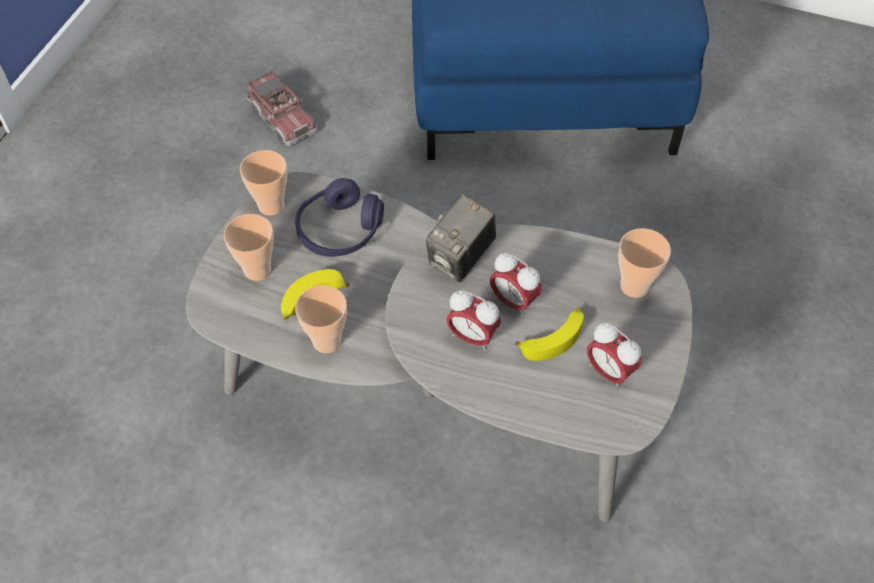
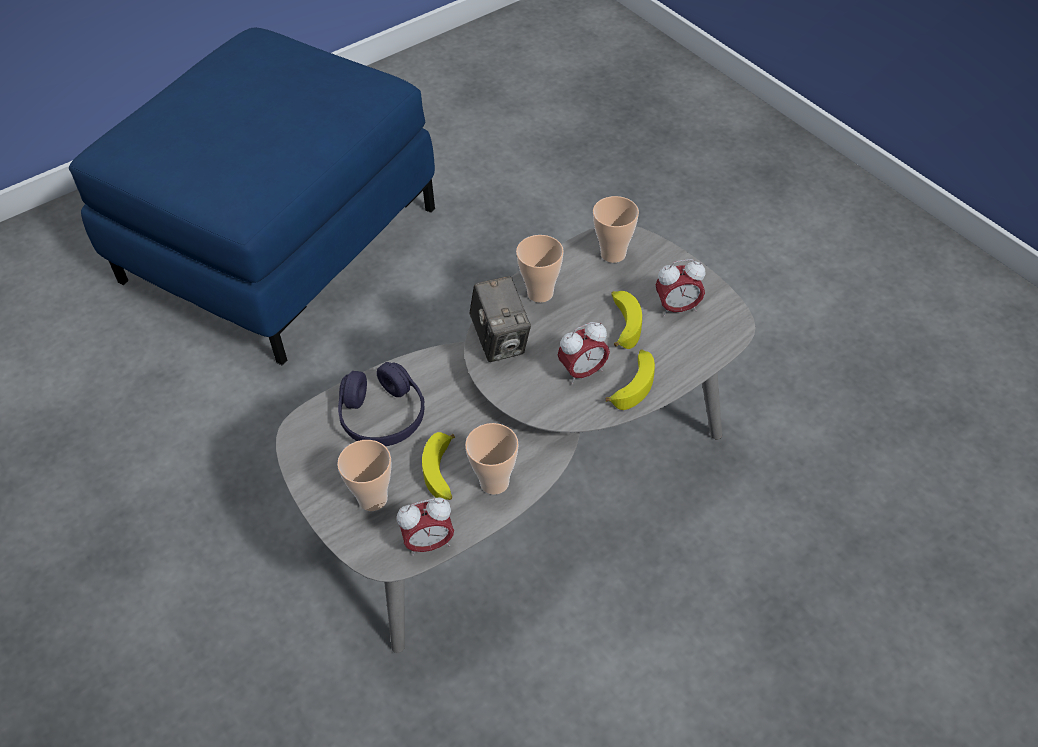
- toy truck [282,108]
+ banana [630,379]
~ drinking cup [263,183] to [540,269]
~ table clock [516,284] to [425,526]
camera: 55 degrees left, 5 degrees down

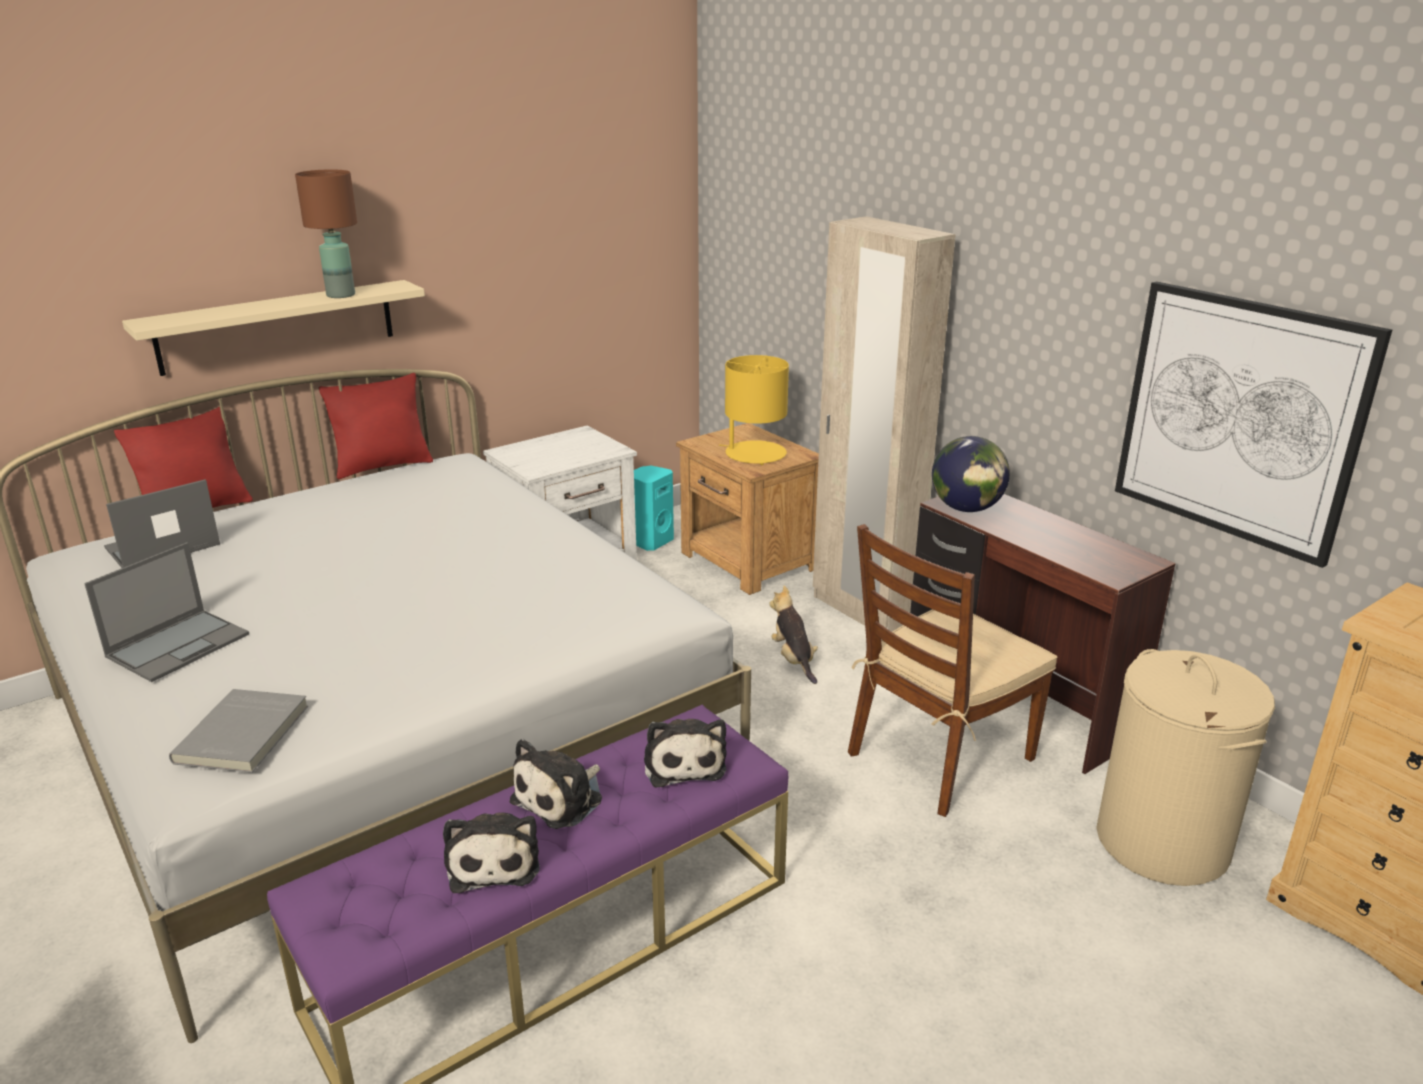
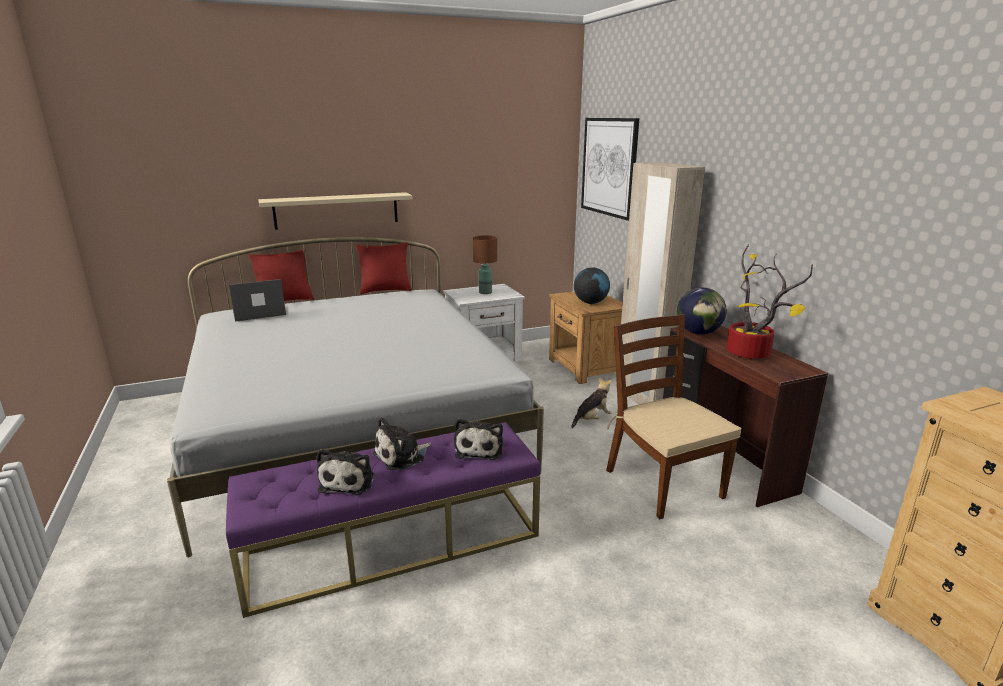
- laptop [166,612]
- greyish book [238,731]
- turquoise-coloured audio speaker [654,508]
- sand-coloured hamper [1185,767]
+ houseplant [770,302]
~ brownish table lamp [326,233] to [485,264]
~ wall picture [1253,424] to [610,169]
~ yellow-coloured table lamp [754,410] to desk globe [592,285]
~ soft toy [793,635] = [591,402] 60 degrees clockwise
~ brownish plain chair [952,670] = [674,416] 90 degrees clockwise
camera: 15 degrees right, 5 degrees down

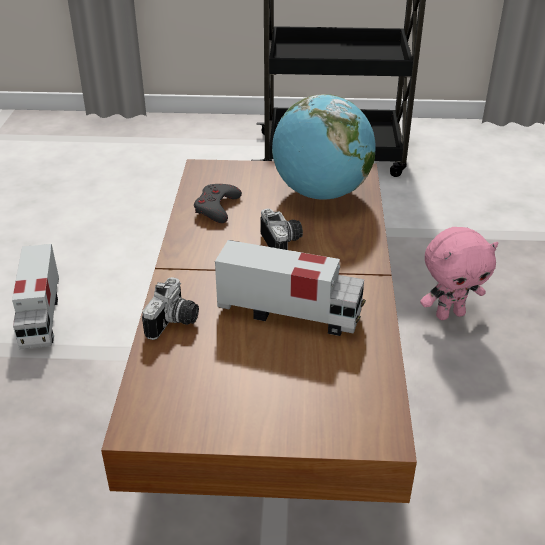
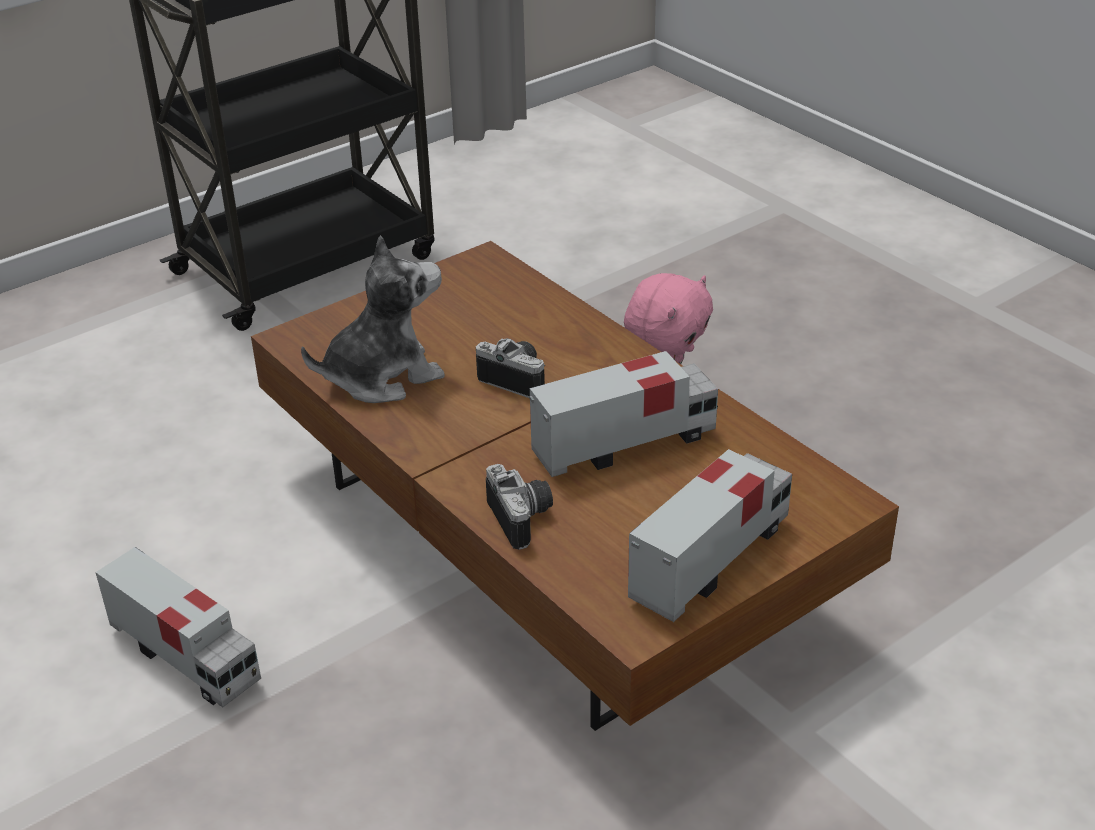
- desk globe [324,147]
+ toy truck [710,535]
~ greyish game controller [218,203] to soft toy [373,319]
camera: 40 degrees left, 0 degrees up

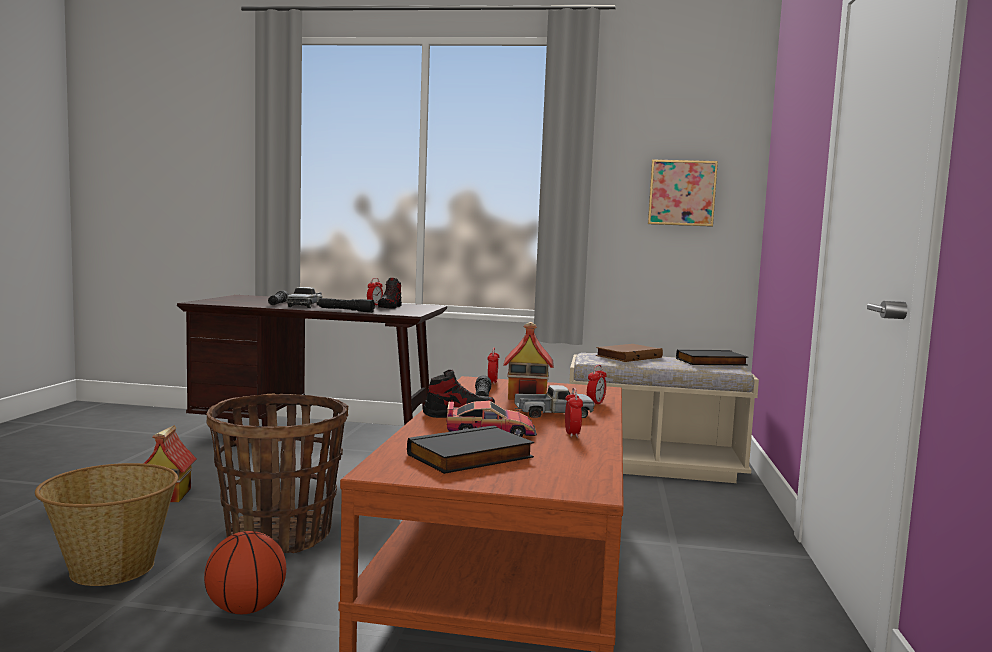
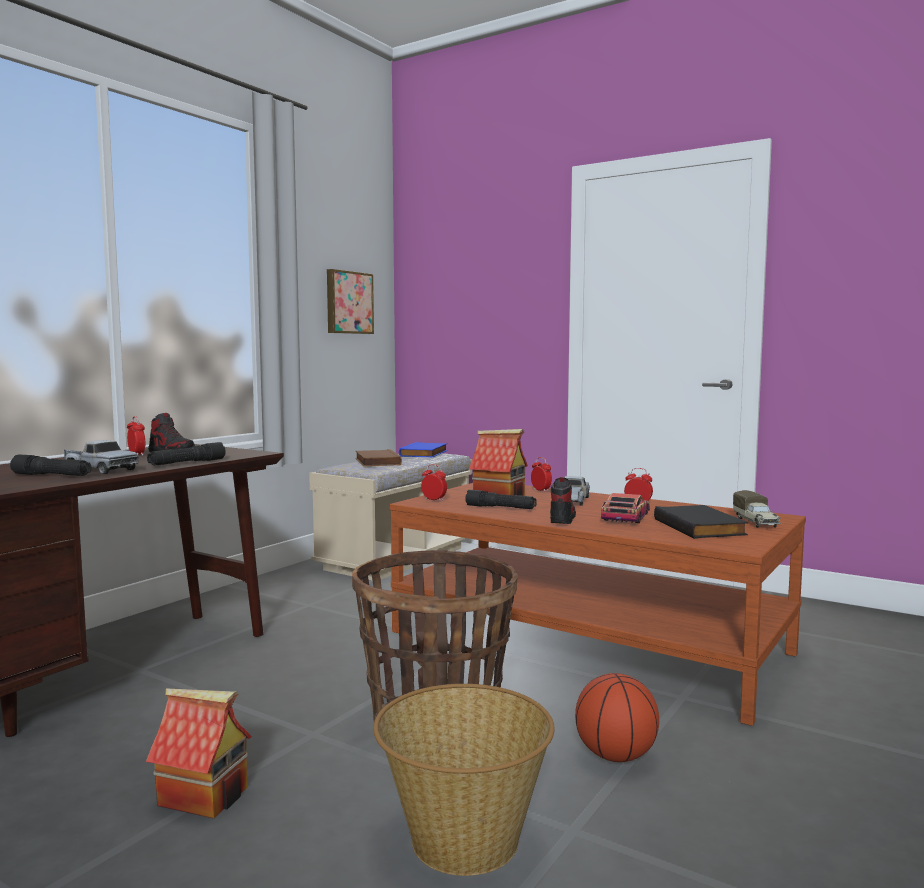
+ toy truck [757,509]
~ blackish book [712,357] to blue-coloured book [423,449]
camera: 65 degrees left, 0 degrees up

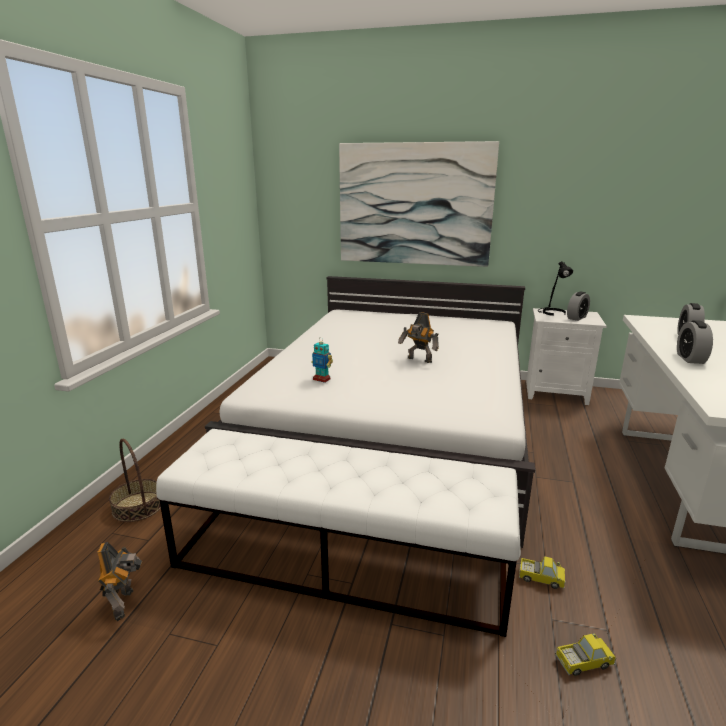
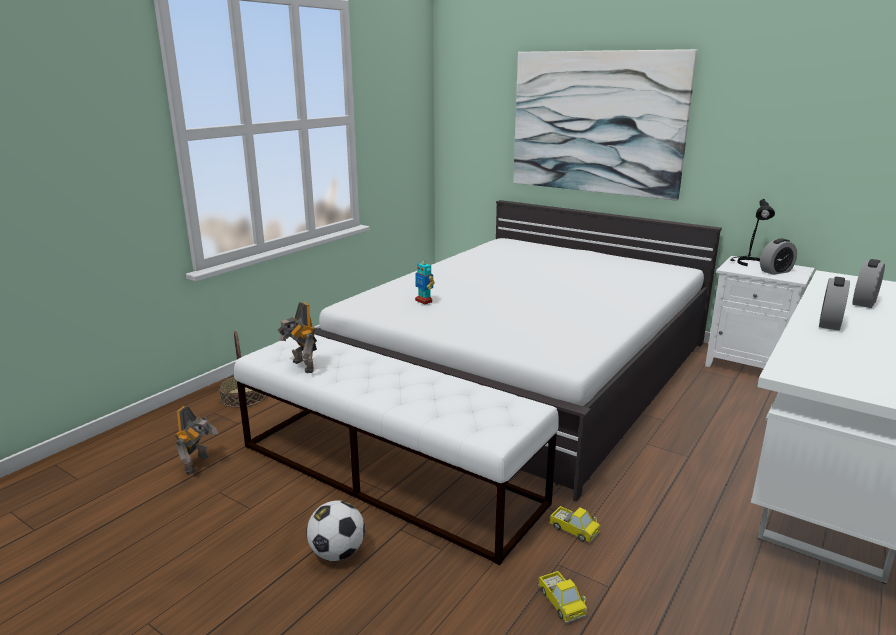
+ ball for football [335,531]
~ robot figure [418,337] to [297,337]
~ toy truck [585,655] = [562,597] 60 degrees clockwise
camera: 20 degrees right, 0 degrees up

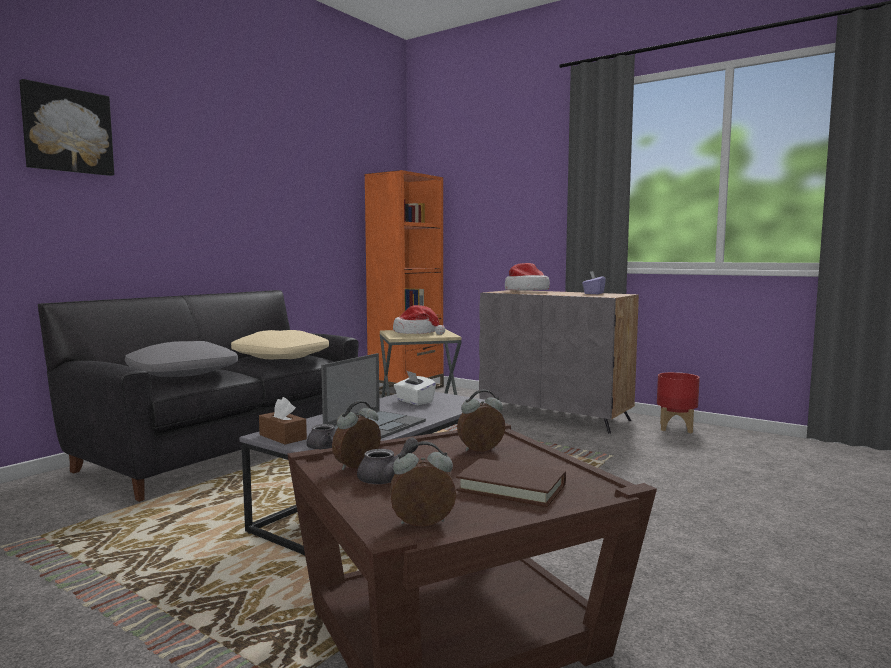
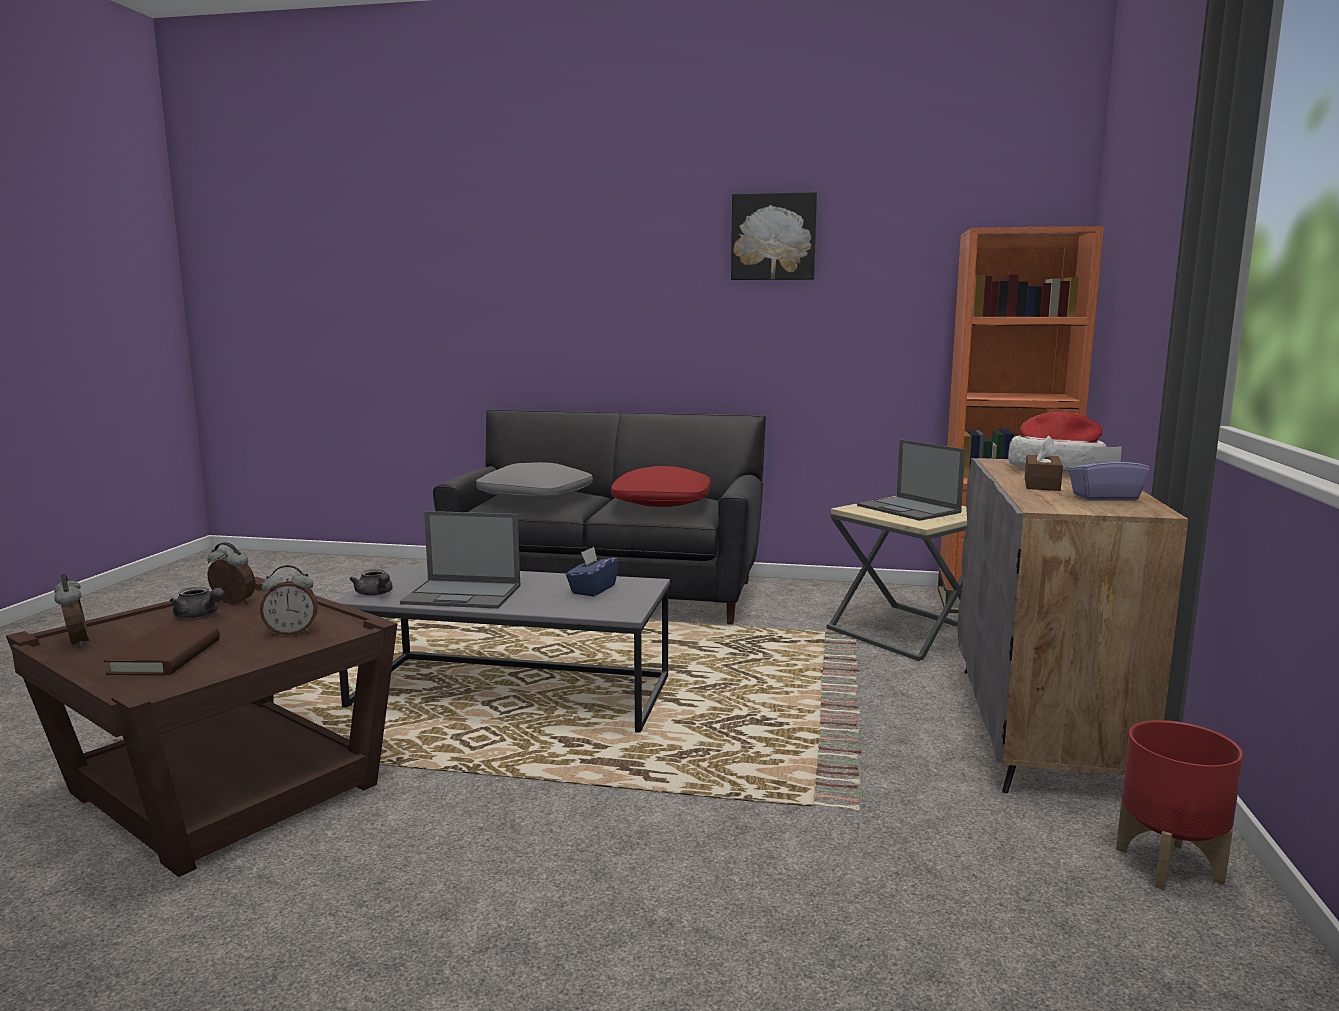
~ wall picture [66,127] to [774,236]
~ brownish tissue holder [283,421] to [1044,463]
~ clothing hat [419,320] to laptop [911,480]
~ sand-coloured pillow [280,345] to red pillow [661,486]
~ white tissue holder [415,387] to blue-coloured tissue holder [592,572]
~ table clock [481,421] = [289,600] 120 degrees clockwise
camera: 65 degrees right, 5 degrees up

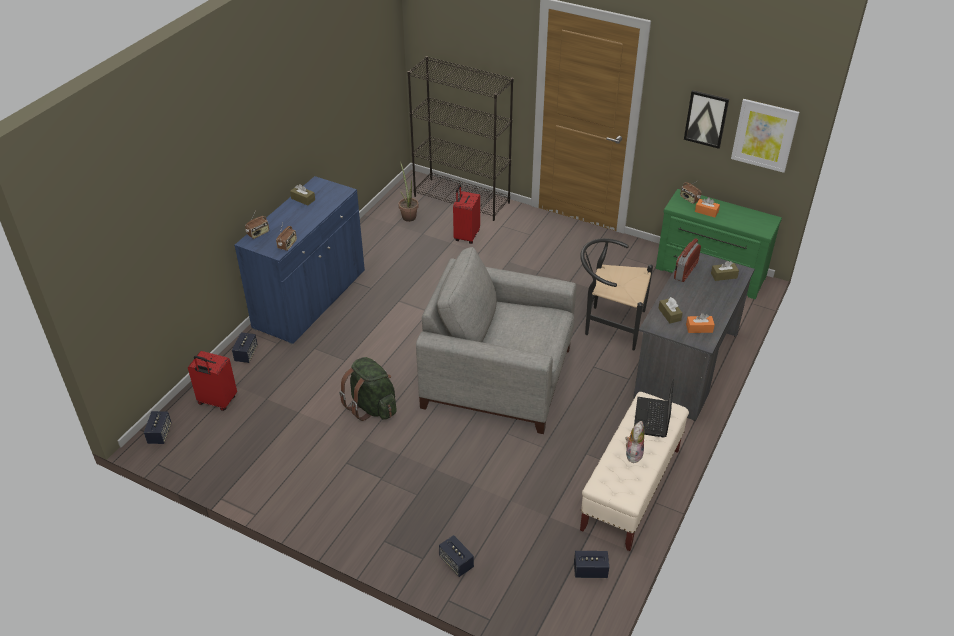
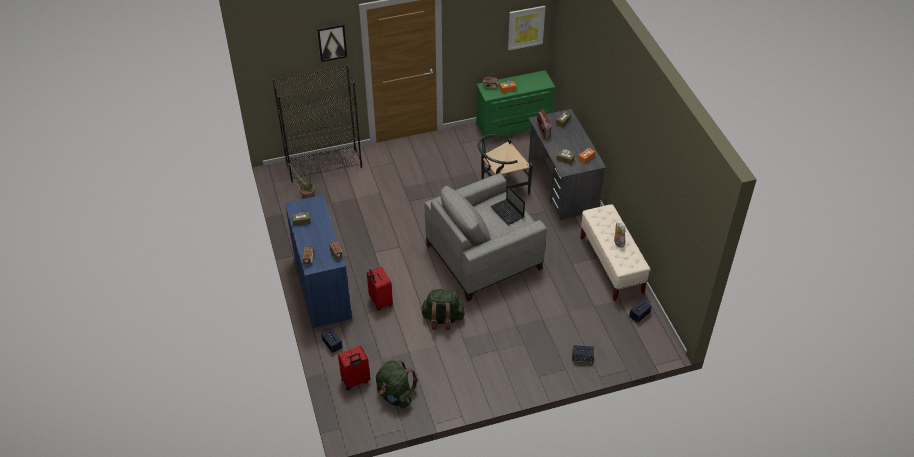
- audio speaker [158,427]
+ green-coloured rucksack [397,384]
~ red piece of luggage [466,214] to [380,288]
~ laptop [654,408] to [507,204]
~ wall picture [706,119] to [332,43]
camera: 45 degrees left, 5 degrees up

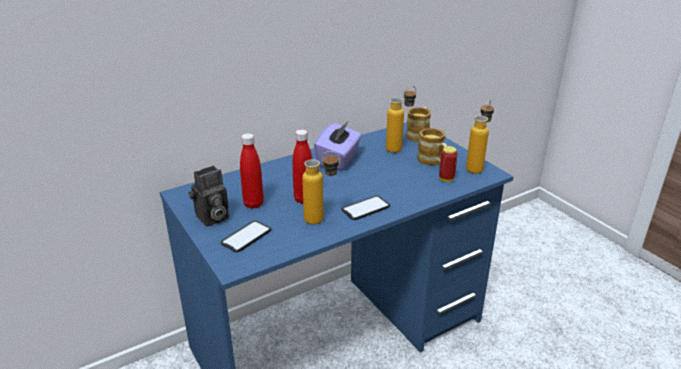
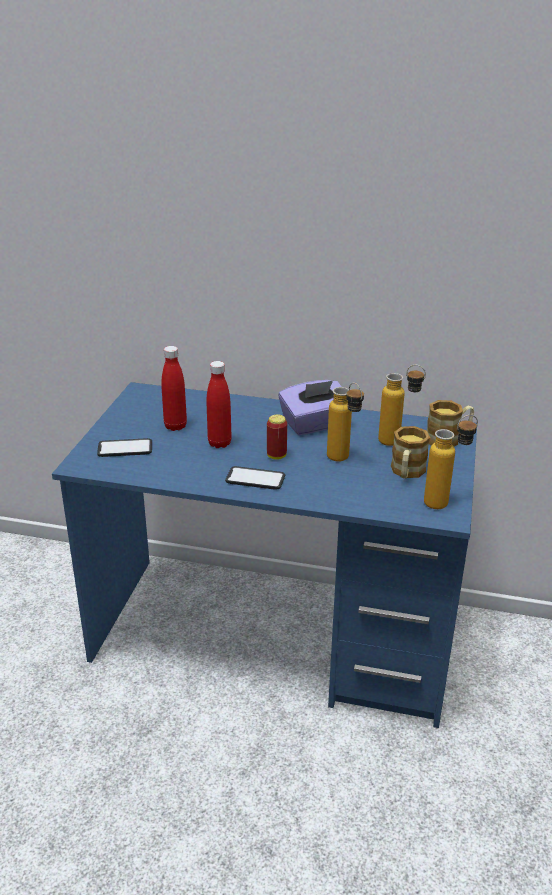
- still camera [208,196]
~ beverage bottle [321,188] to [345,422]
~ can [448,164] to [277,437]
camera: 45 degrees right, 0 degrees up

